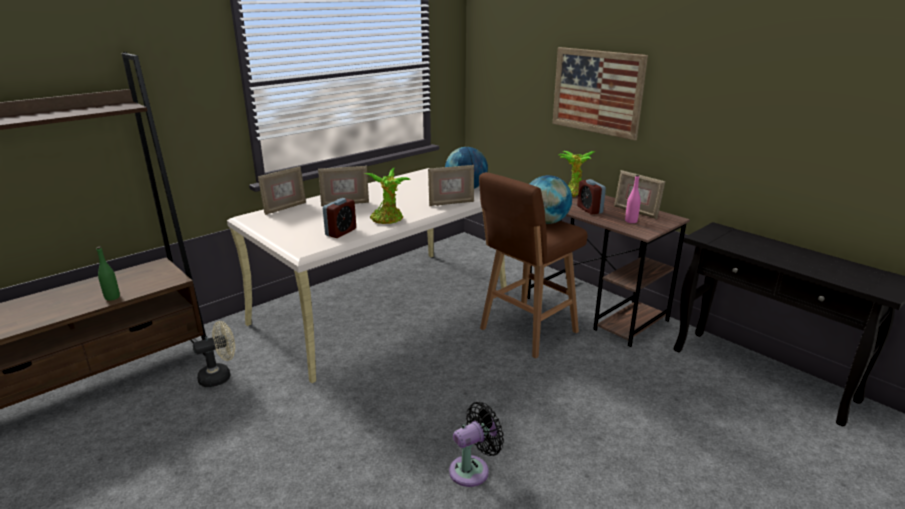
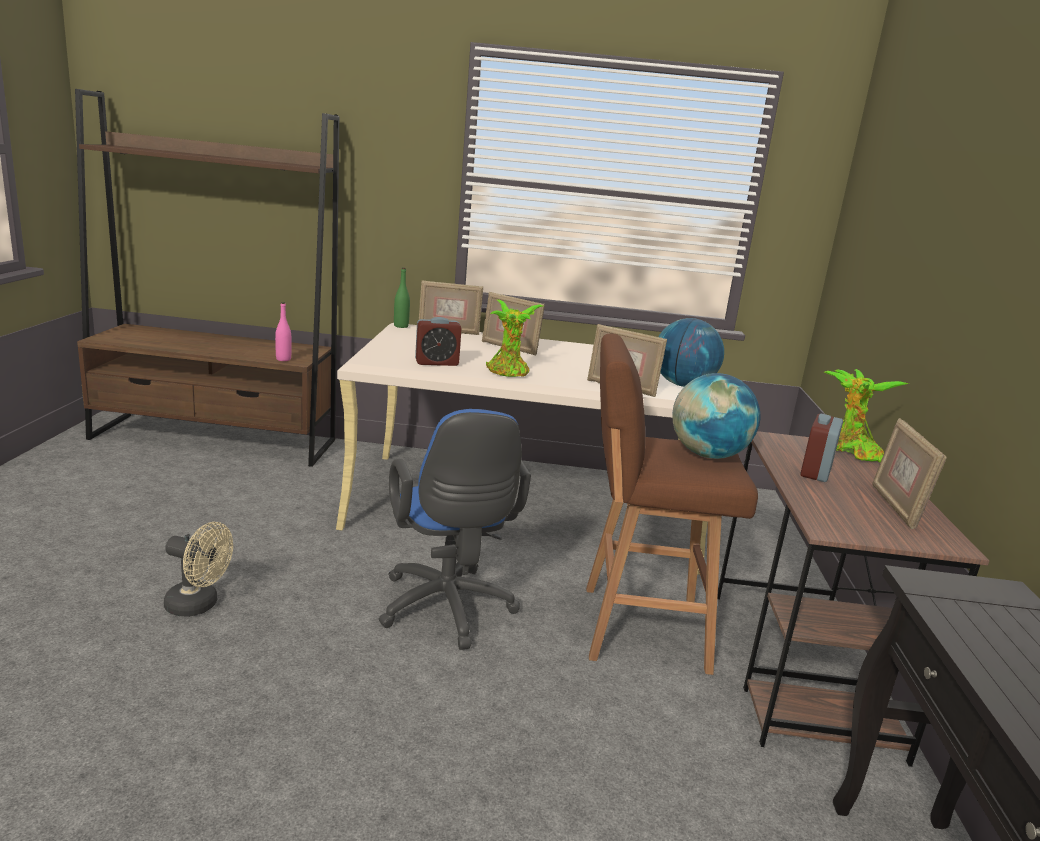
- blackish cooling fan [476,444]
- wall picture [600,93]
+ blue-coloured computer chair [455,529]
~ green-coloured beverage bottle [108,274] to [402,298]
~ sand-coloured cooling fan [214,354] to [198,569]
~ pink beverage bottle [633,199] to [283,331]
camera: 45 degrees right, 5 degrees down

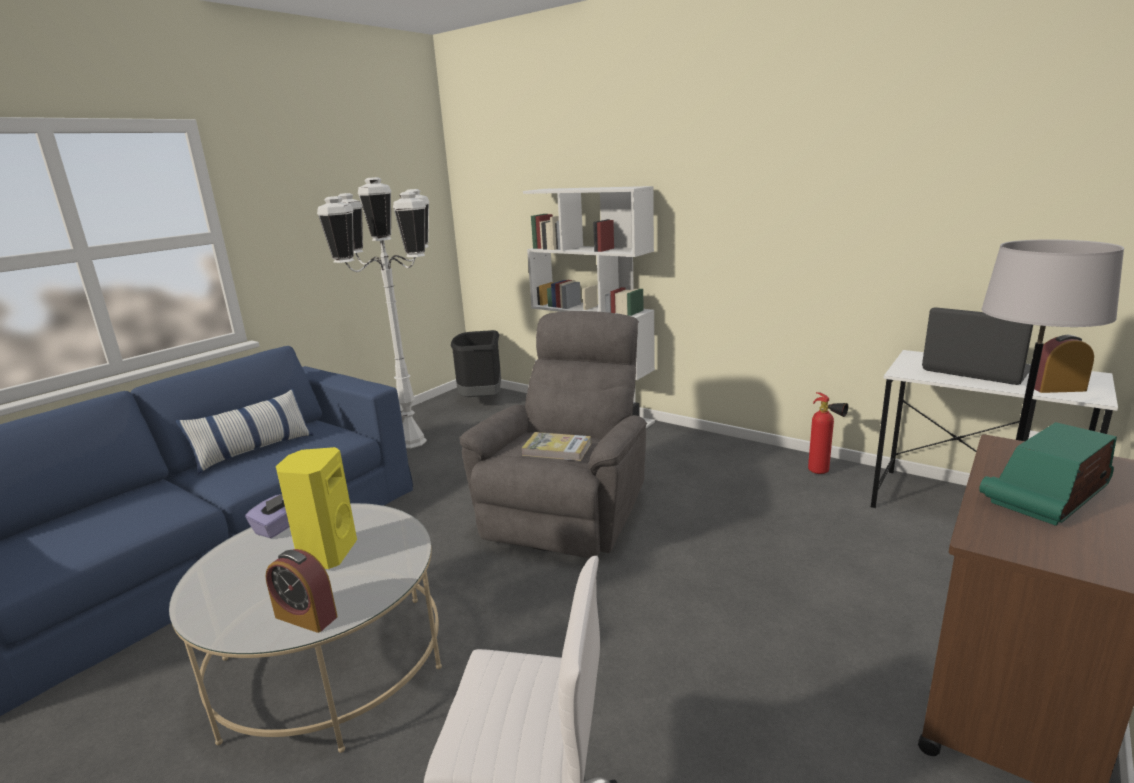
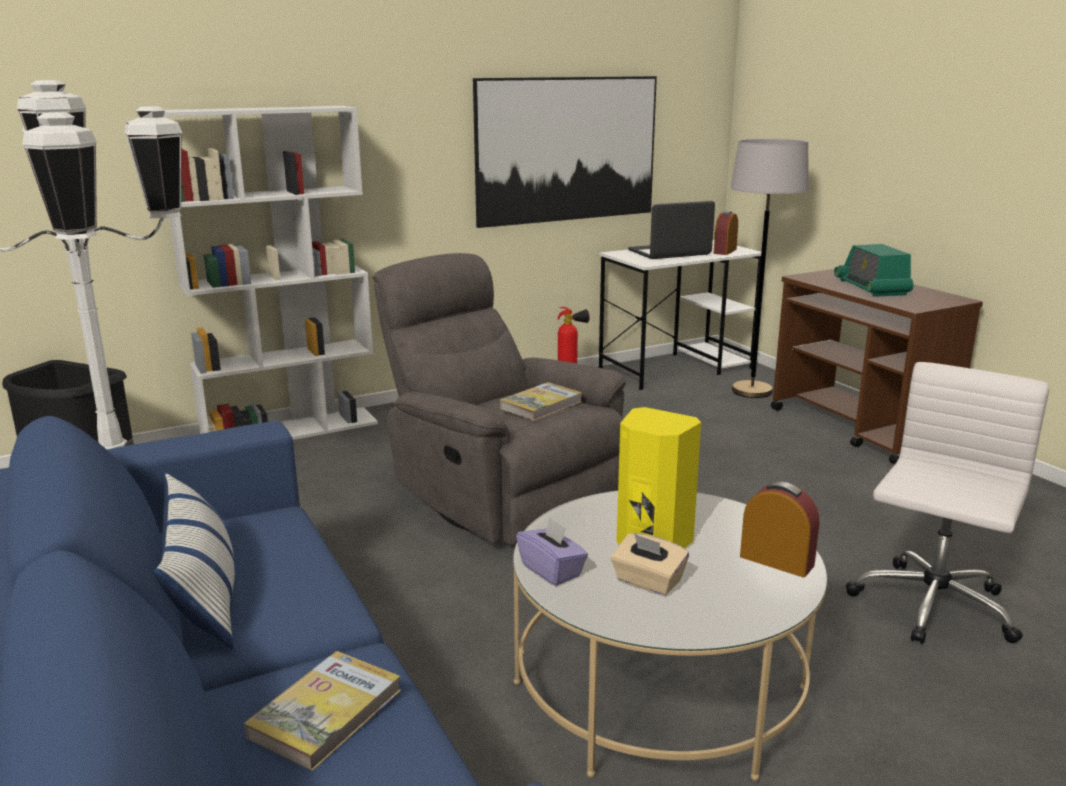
+ book [322,711]
+ wall picture [565,152]
+ sand-coloured tissue holder [650,564]
~ table clock [301,591] = [779,529] 105 degrees counterclockwise
camera: 65 degrees left, 0 degrees up

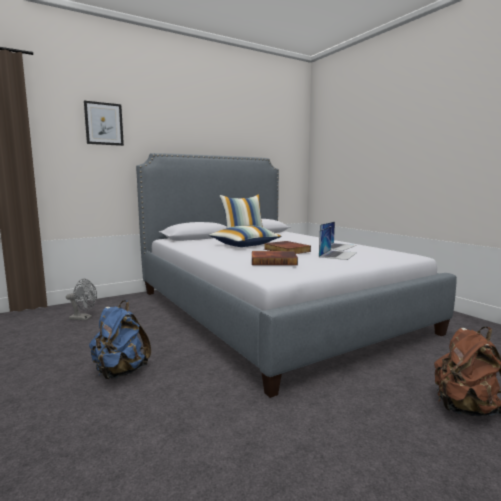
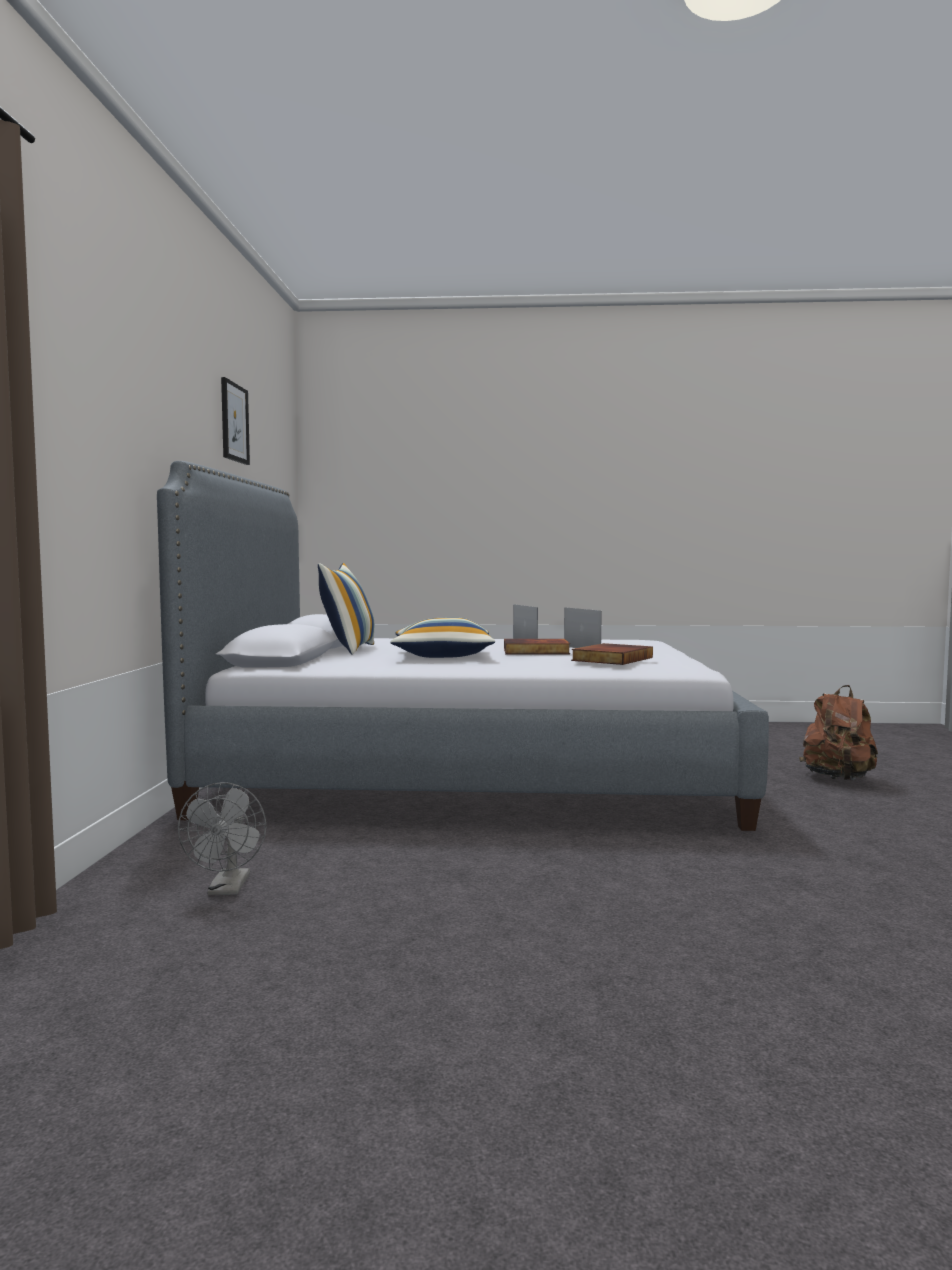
- blue-coloured rucksack [120,339]
~ wall picture [104,123] to [235,421]
~ greyish cooling fan [81,300] = [222,838] 135 degrees clockwise
camera: 55 degrees left, 5 degrees down

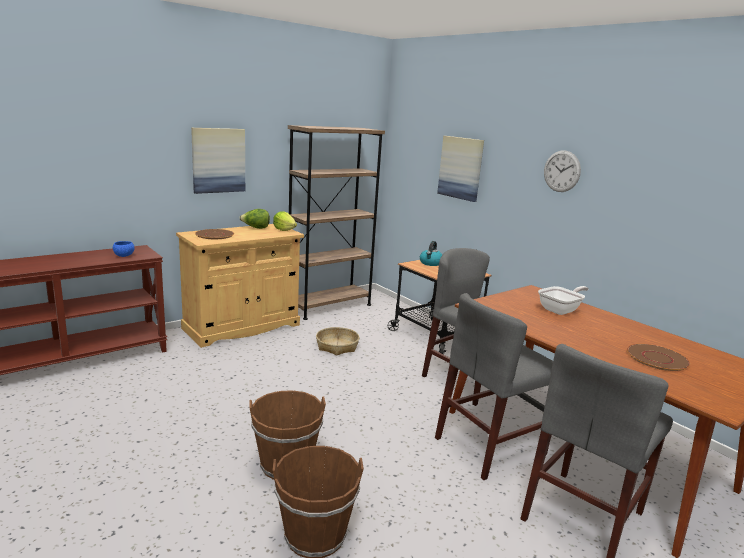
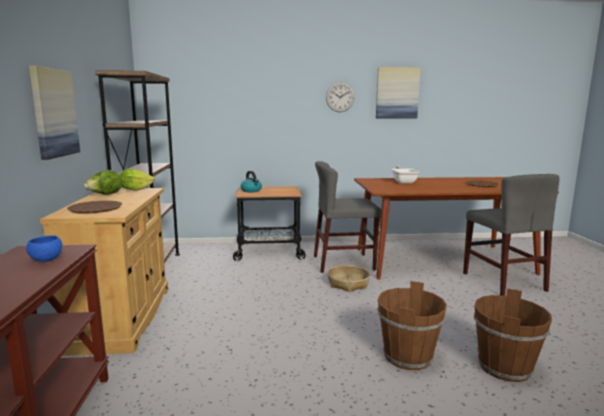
- greyish plain chair [494,386]
~ household basket [337,341] to [348,278]
~ wall picture [460,169] to [398,93]
camera: 55 degrees left, 5 degrees down

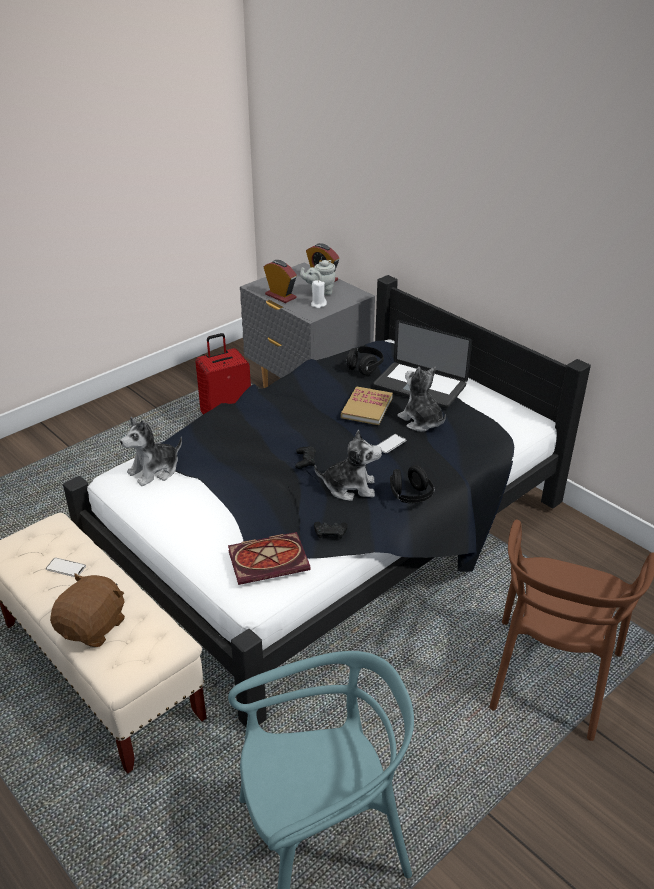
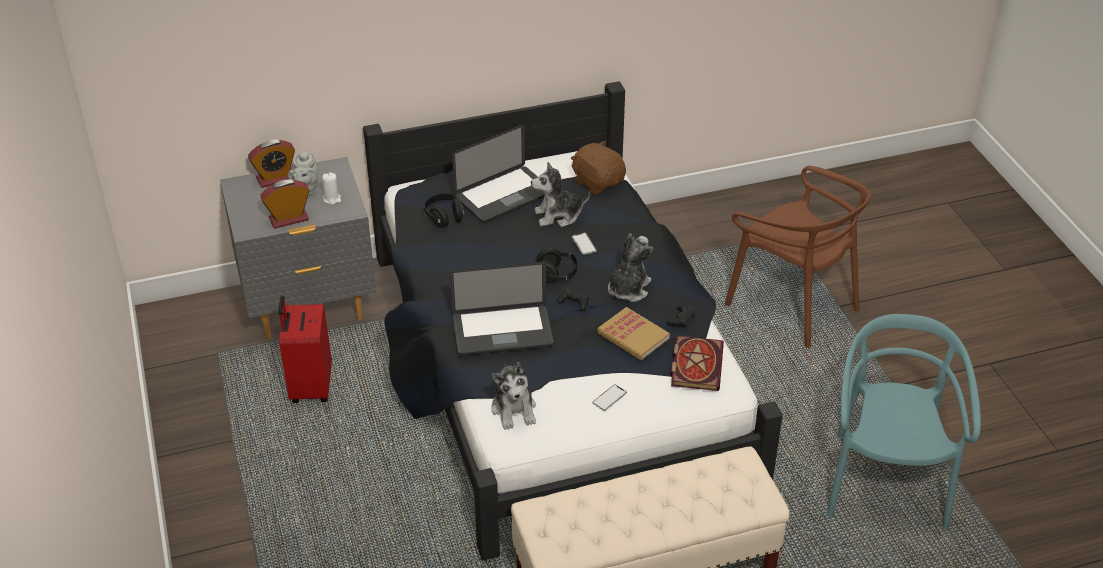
+ laptop [501,309]
~ phone [66,567] to [609,398]
~ brownish soft toy [87,610] to [598,168]
~ book [367,406] to [633,333]
~ blackish pair of headphones [412,484] to [557,265]
camera: 65 degrees left, 5 degrees up

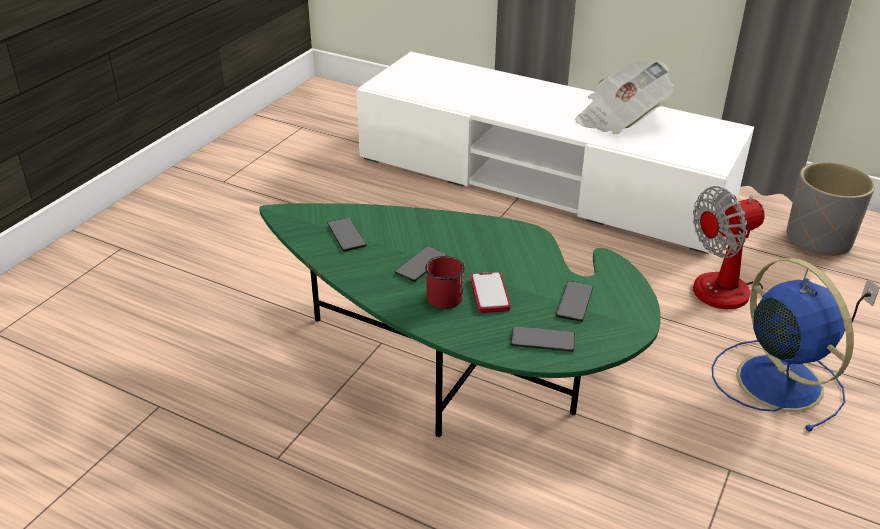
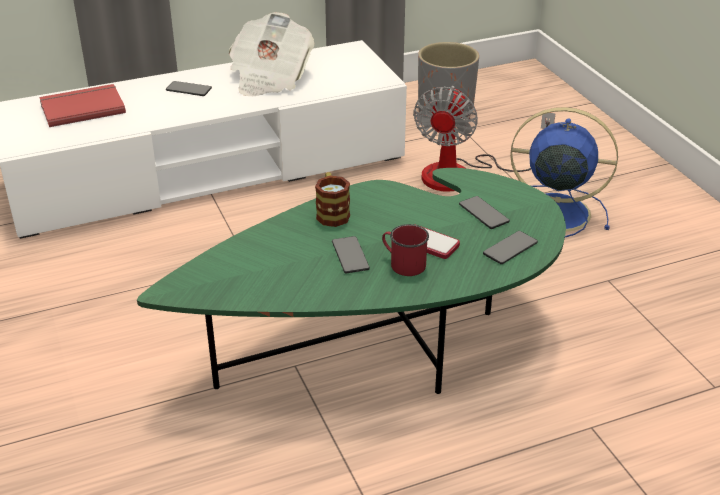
+ red book [82,105]
+ tea mug [332,199]
~ phone [346,234] to [189,88]
camera: 50 degrees left, 0 degrees up

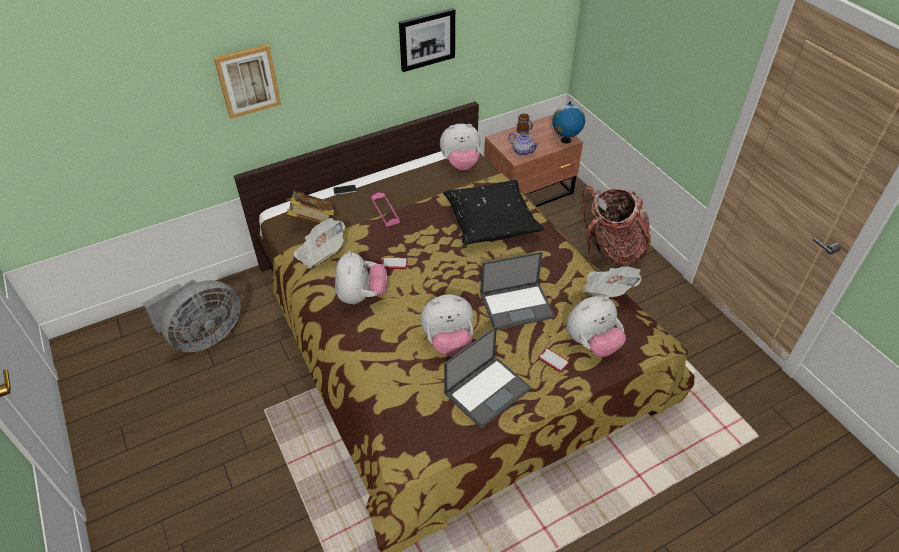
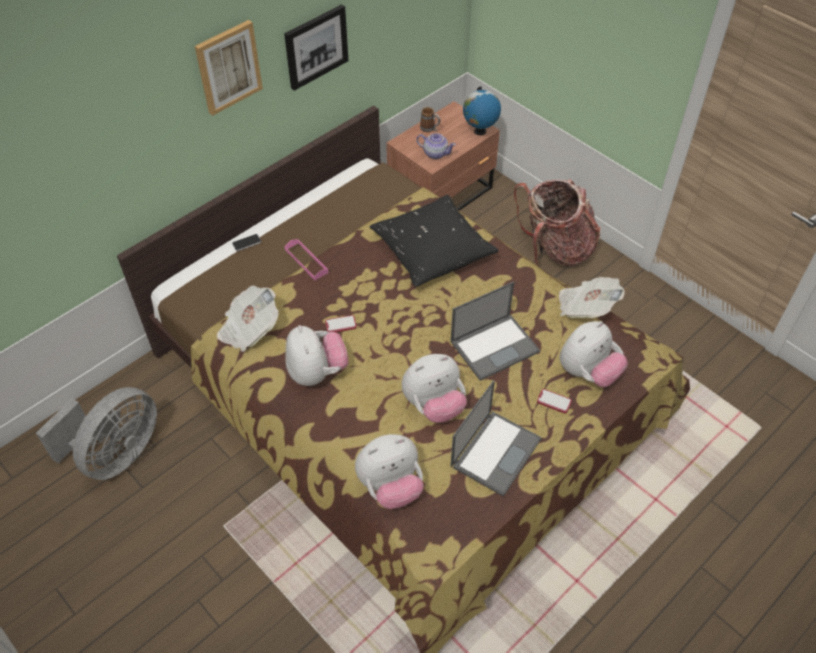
- book [310,207]
~ wall picture [247,81] to [229,68]
~ soft toy [460,147] to [389,471]
camera: 15 degrees left, 5 degrees up

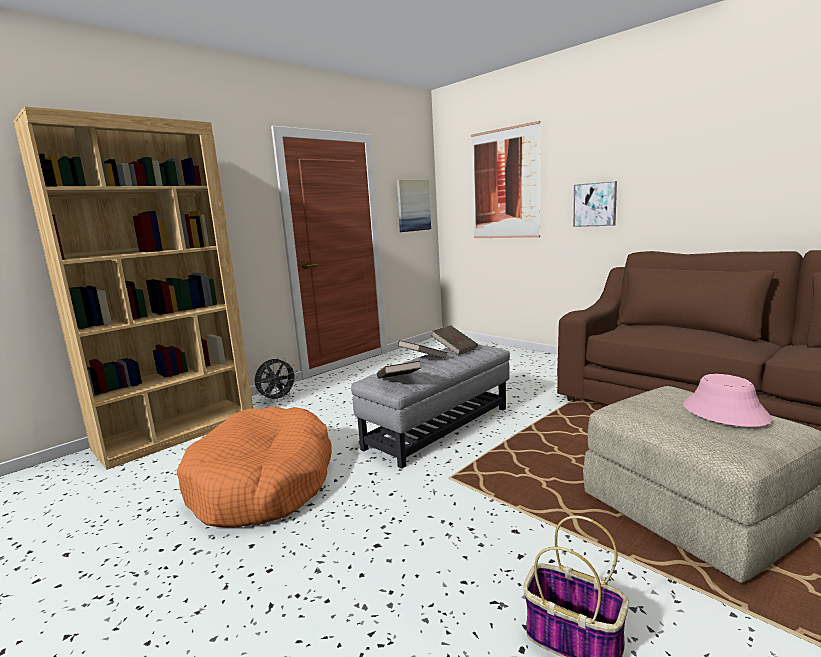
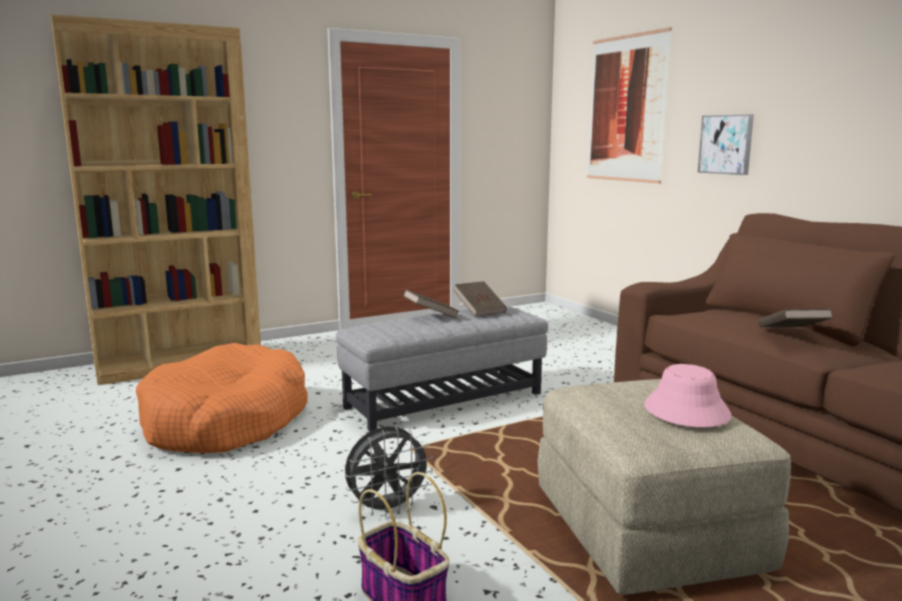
- wall picture [413,206]
~ greyish cooling fan [276,380] to [389,471]
~ brownish book [399,370] to [795,318]
camera: 15 degrees right, 0 degrees up

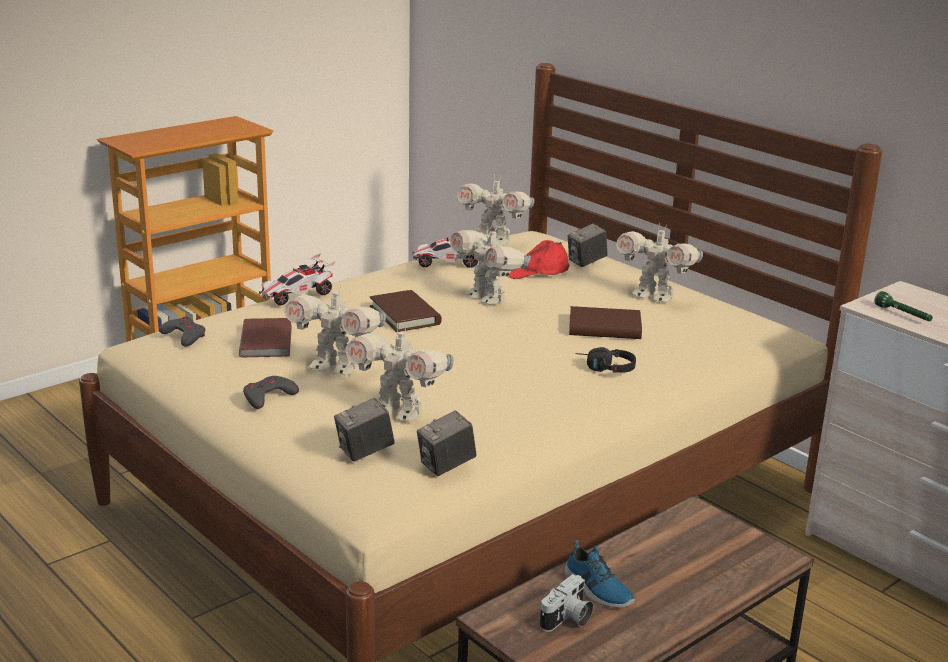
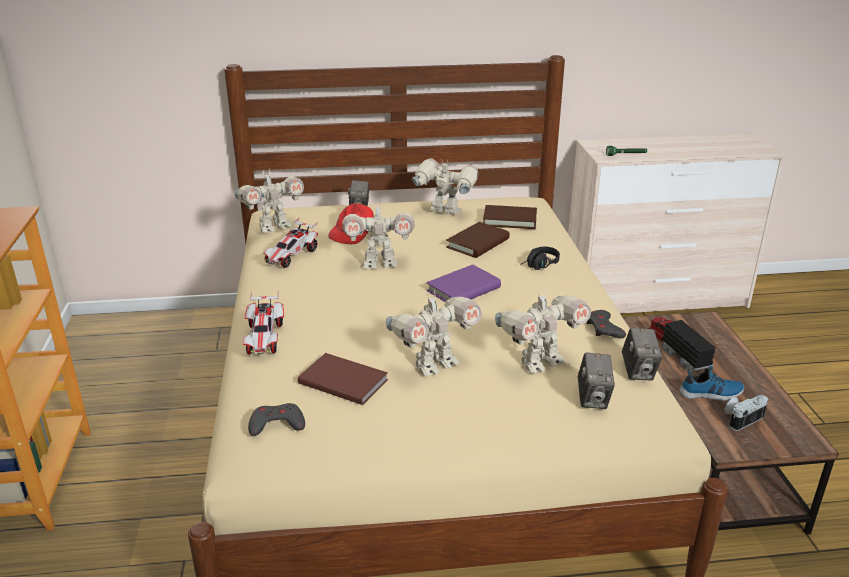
+ purple book [464,283]
+ toy truck [681,344]
~ greyish game controller [271,392] to [606,324]
~ brownish book [406,311] to [510,217]
~ still camera [566,603] = [746,413] 105 degrees counterclockwise
~ robot figure [659,262] = [445,186] 135 degrees counterclockwise
camera: 55 degrees left, 5 degrees up

